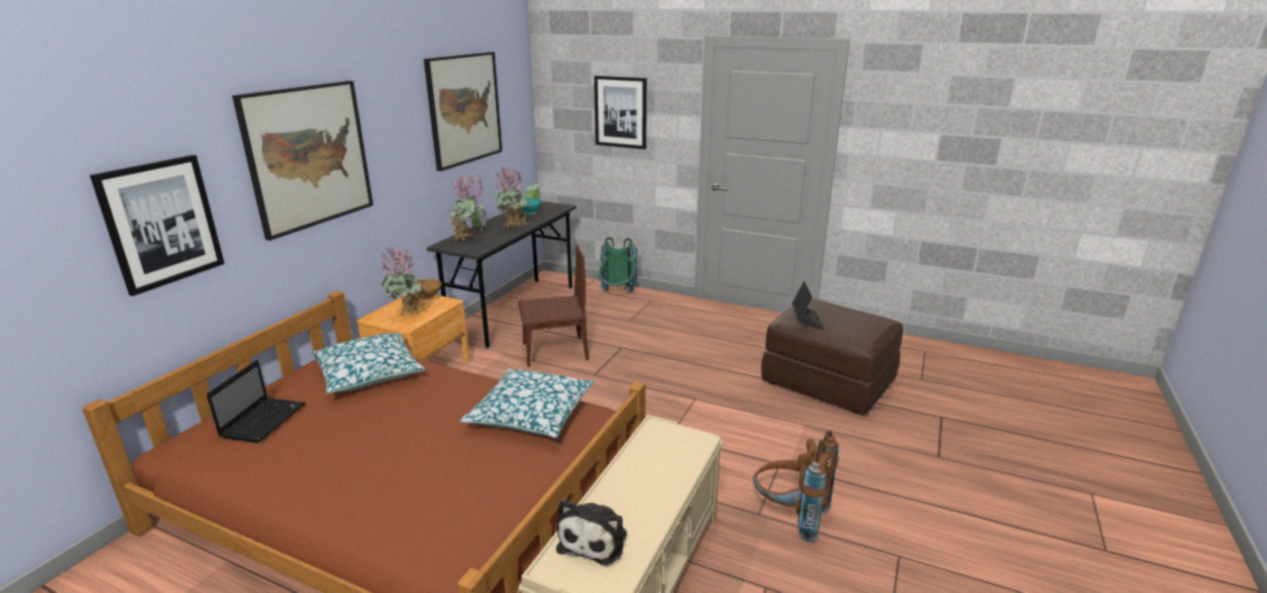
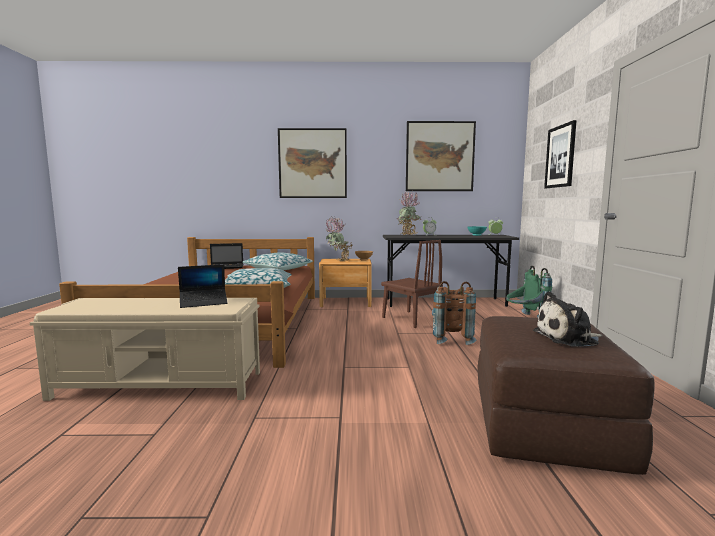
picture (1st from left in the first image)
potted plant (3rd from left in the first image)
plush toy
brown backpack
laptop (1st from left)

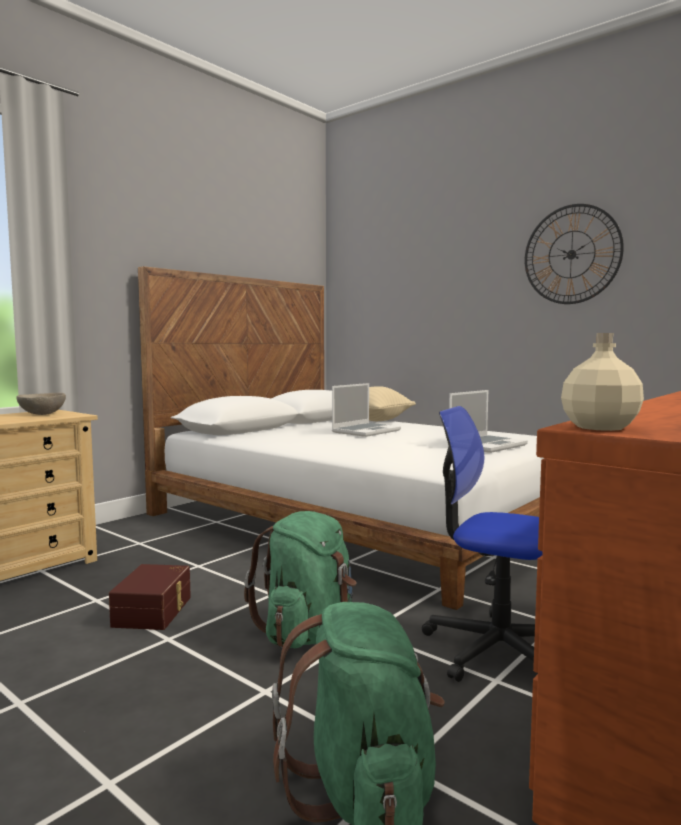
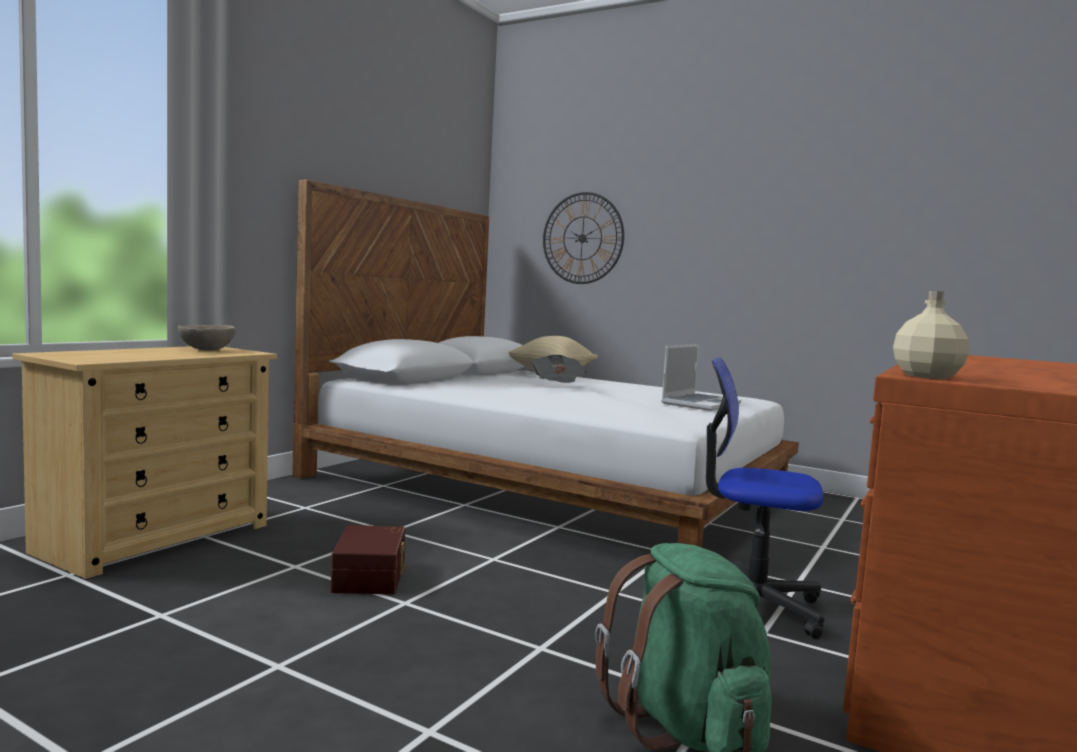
green backpack (1st from left in the first image)
wall clock
newspaper

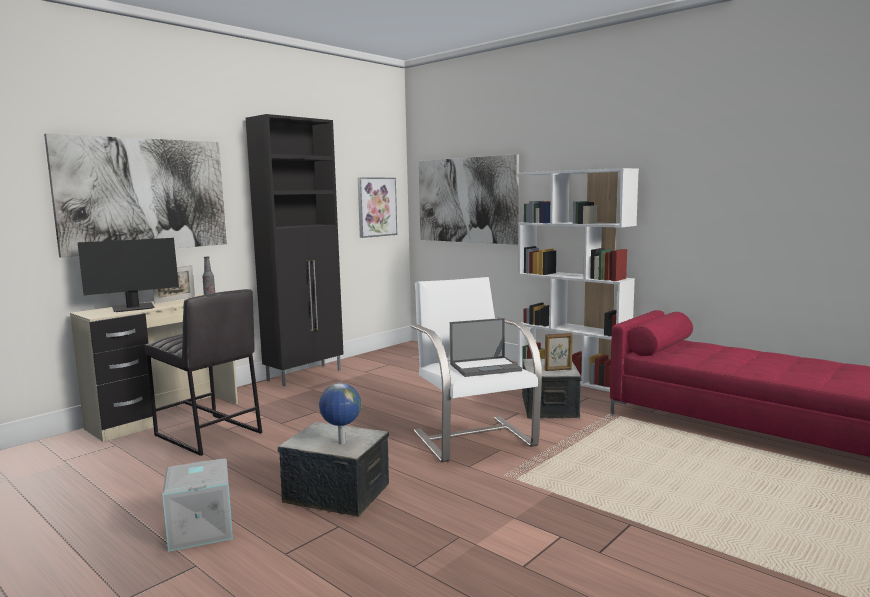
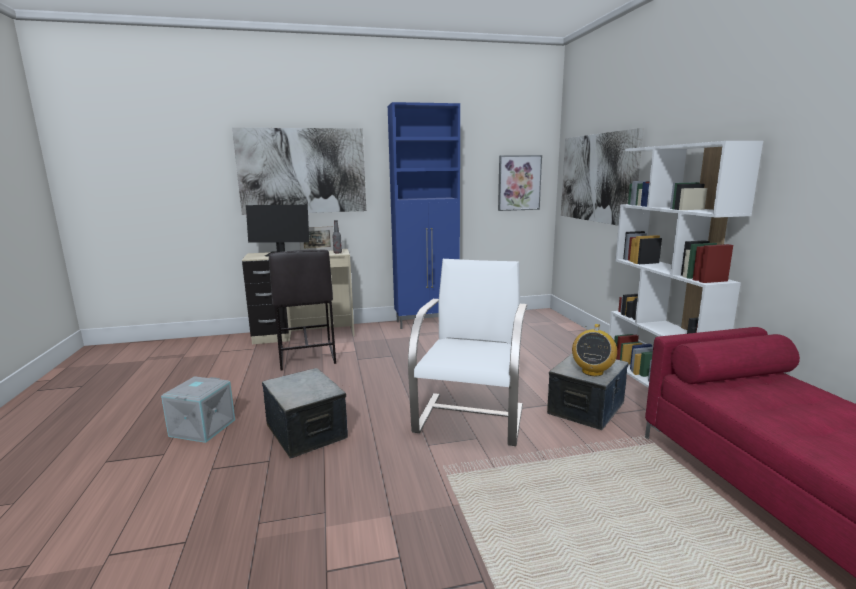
globe
laptop
radio
blue cabinet

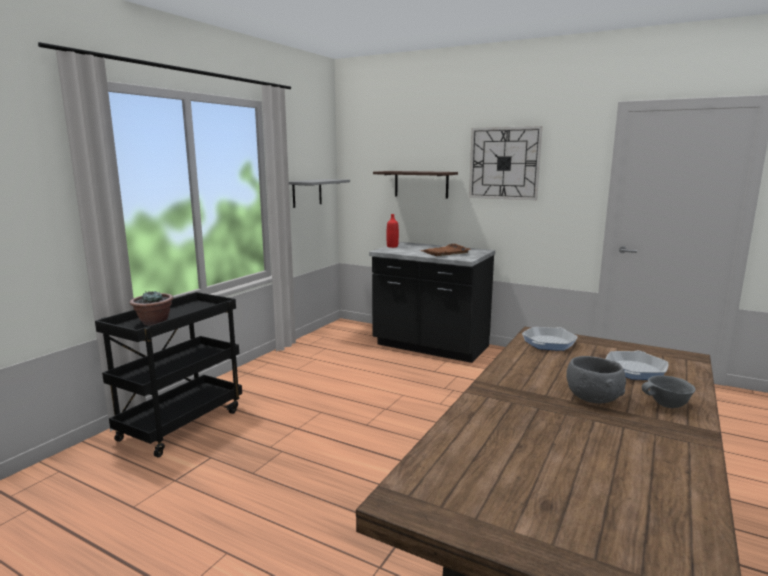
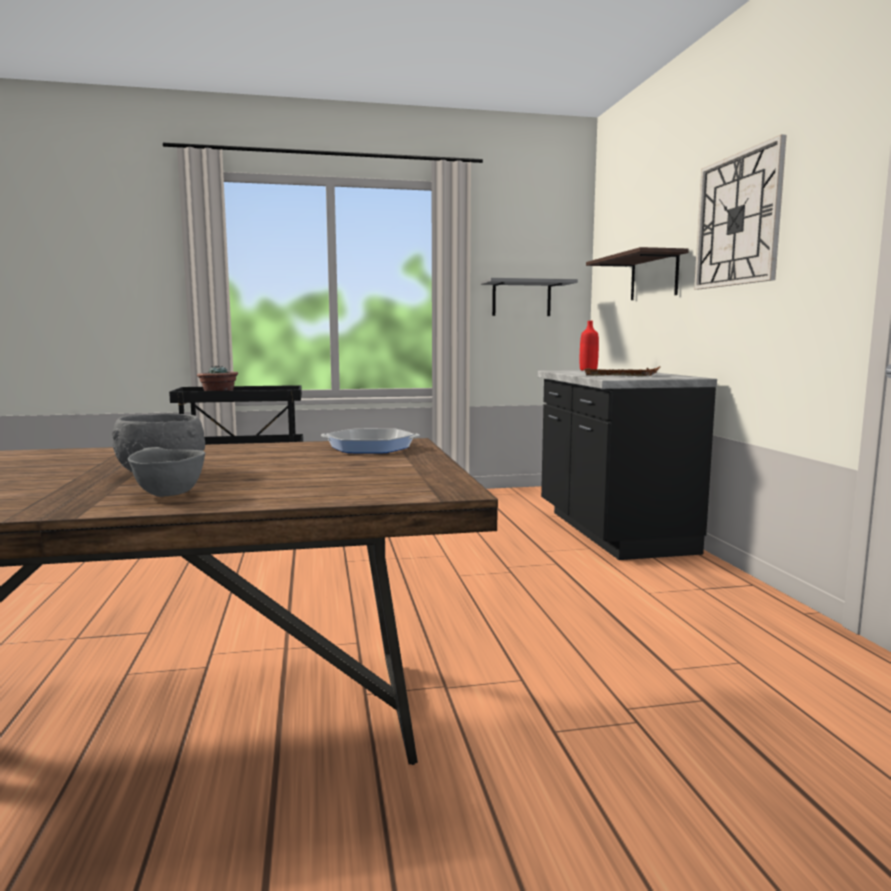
frying pan (2nd from left in the first image)

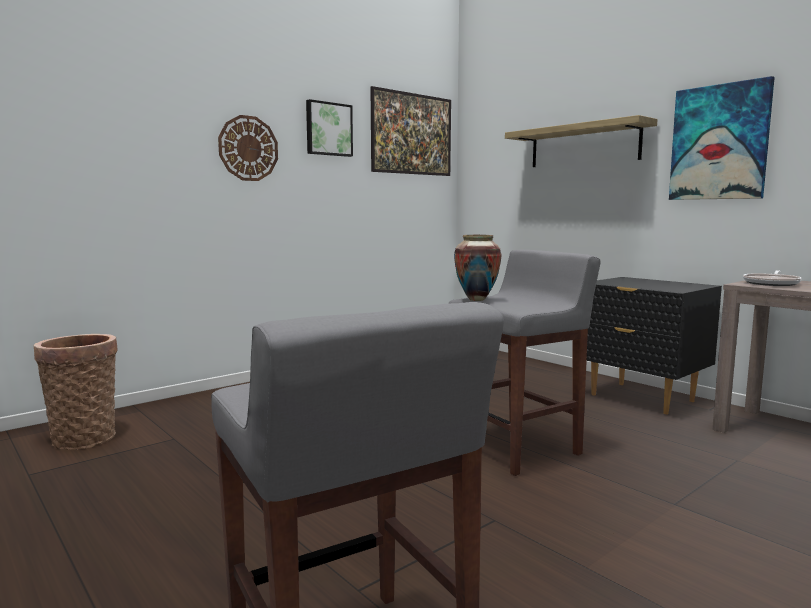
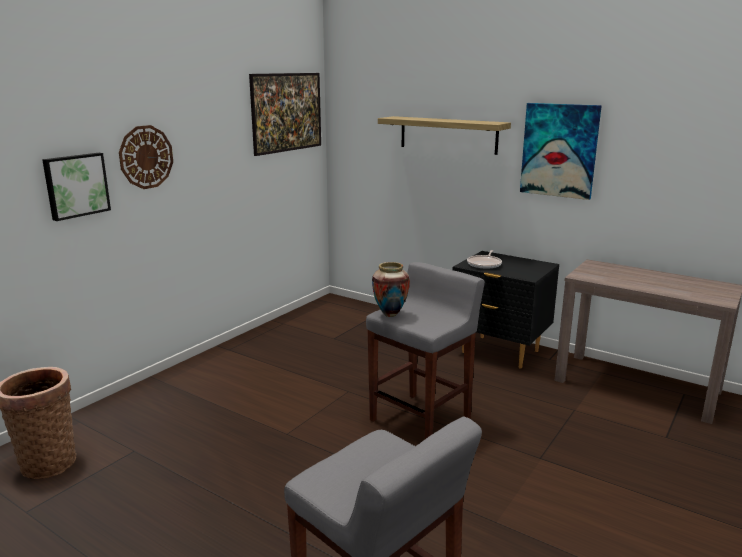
picture (1st from left)
frying pan

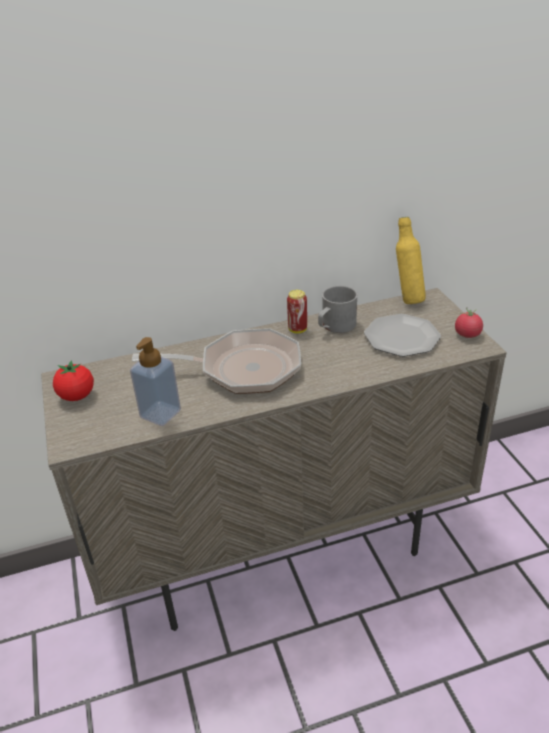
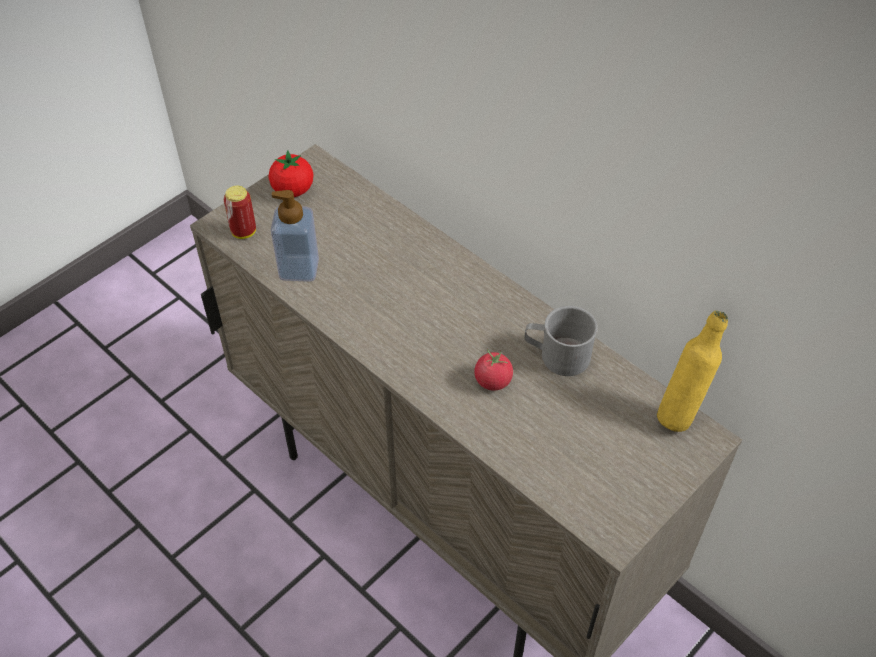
frying pan
plate
can
tomato (2nd from left)

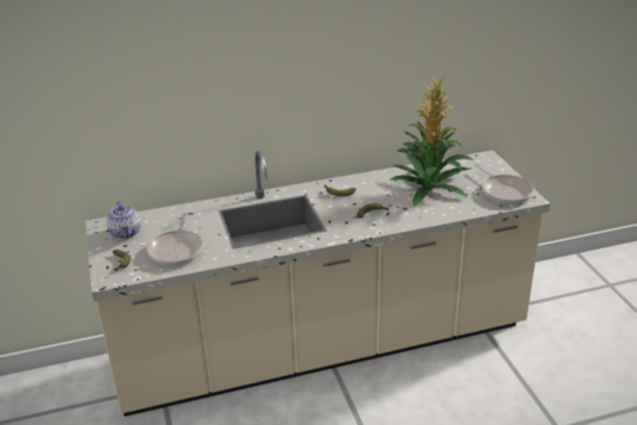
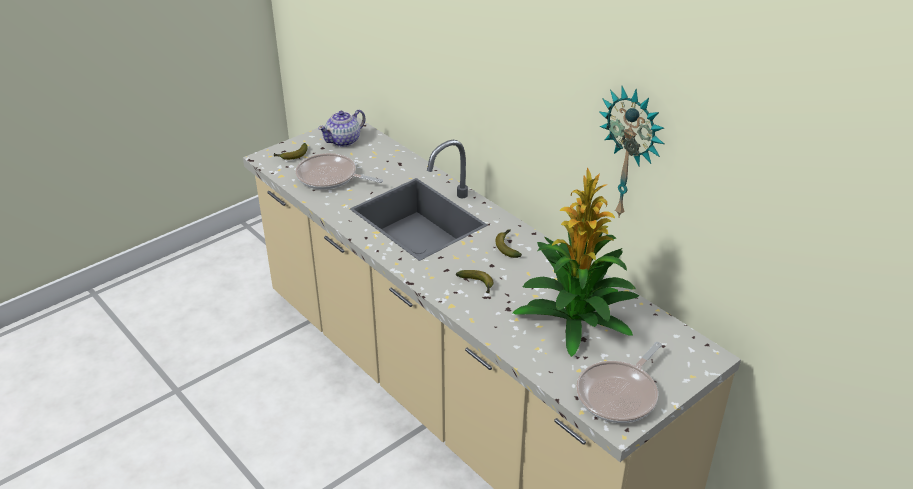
wall clock
frying pan (1st from left)

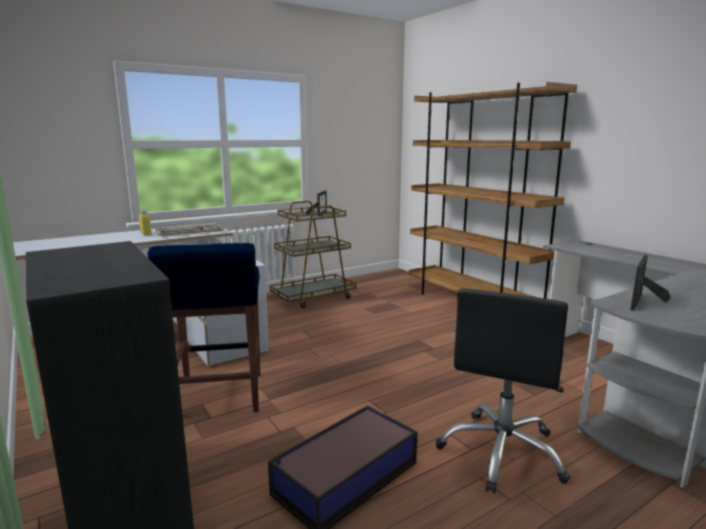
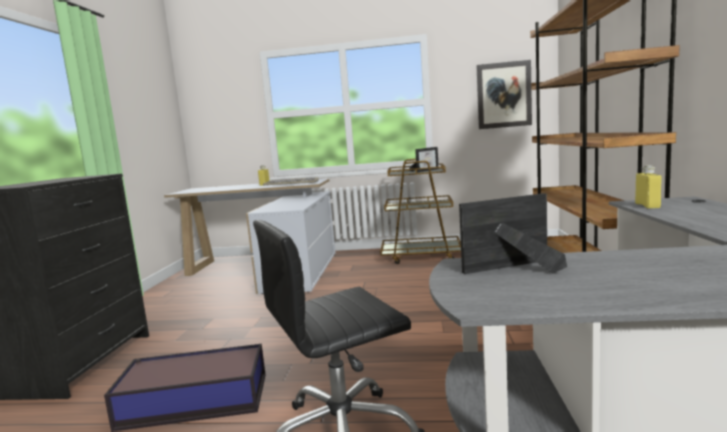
blue stool
picture
yellow bottle (2nd from left)

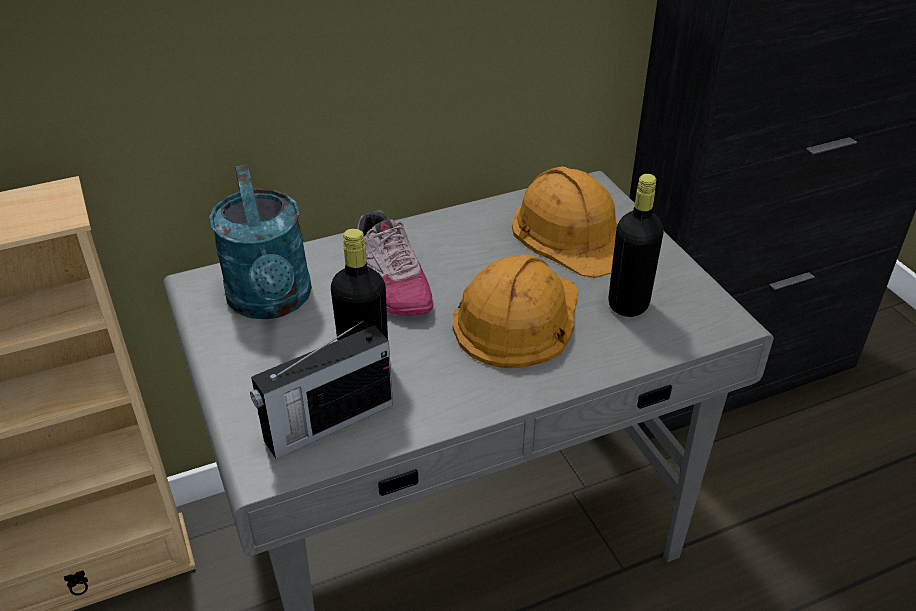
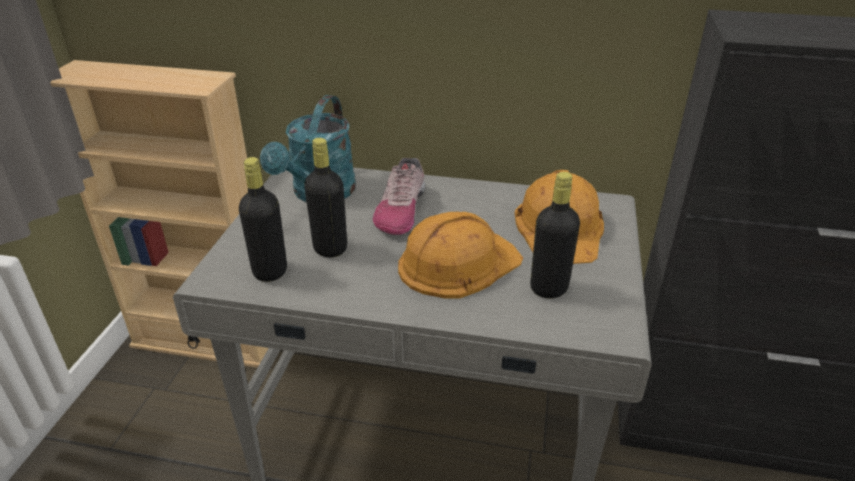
black bottle (1st from left)

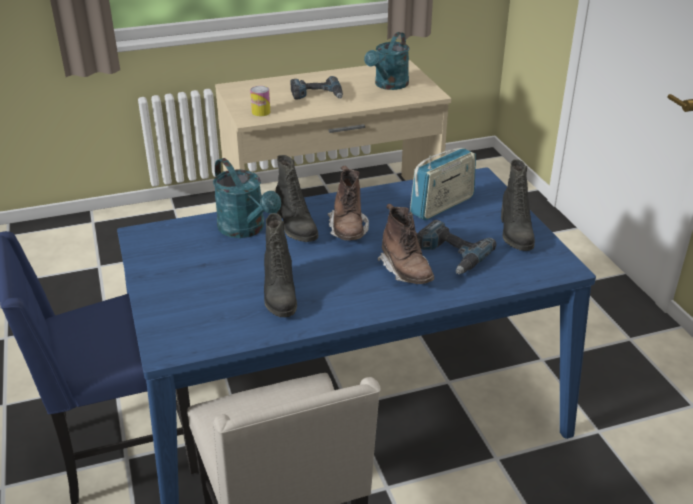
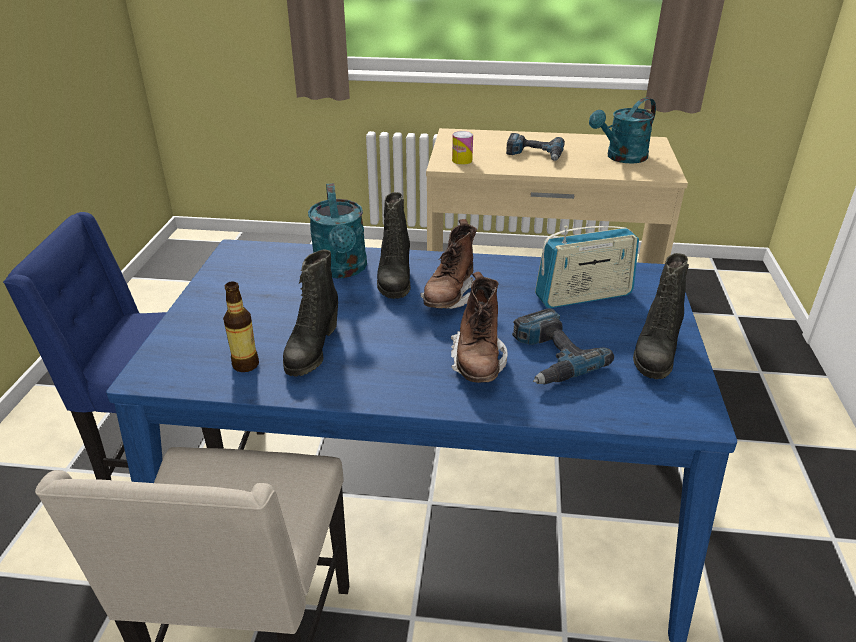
bottle

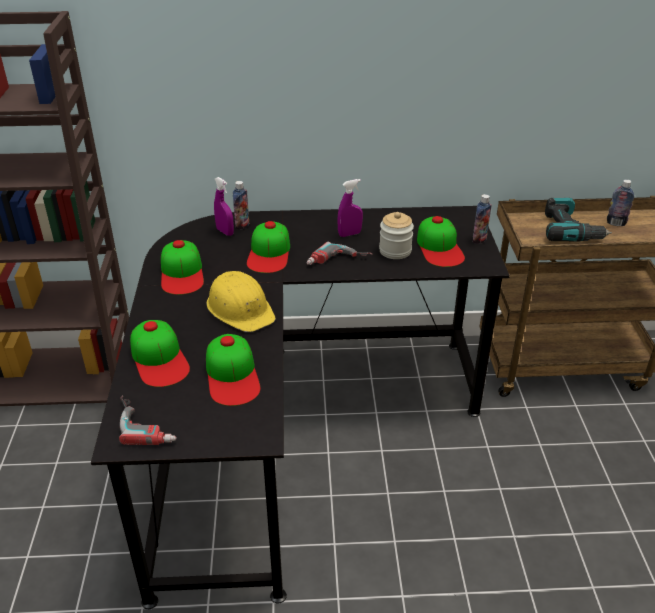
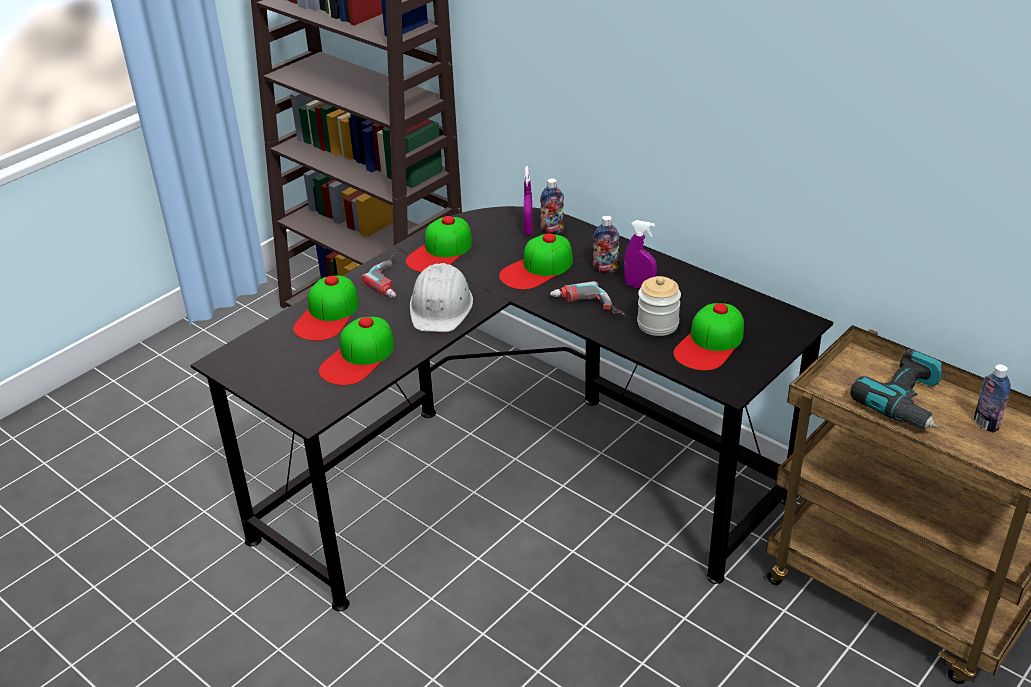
power drill (1st from left)
bottle (2nd from left)
white hard hat

